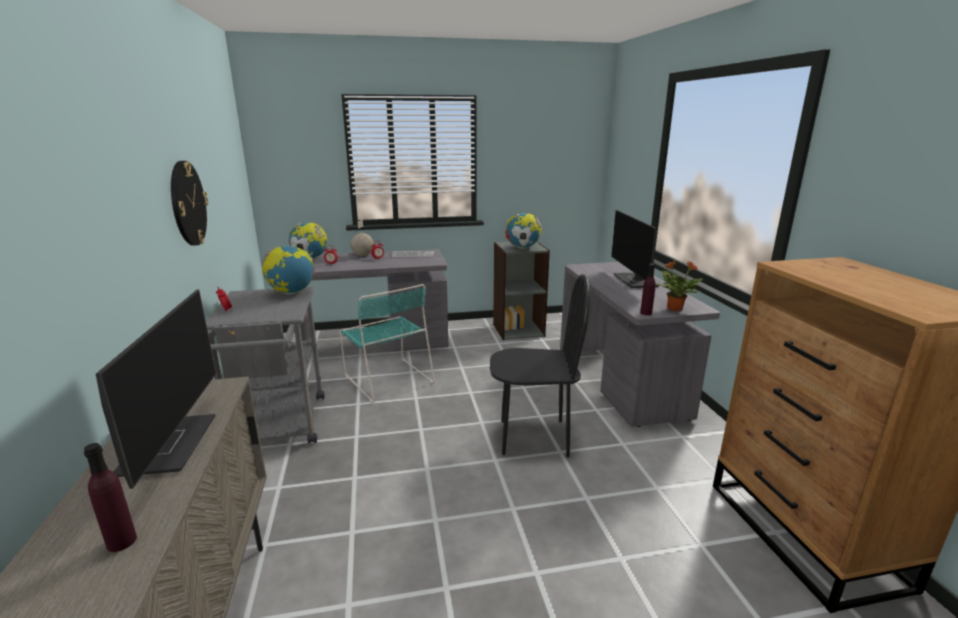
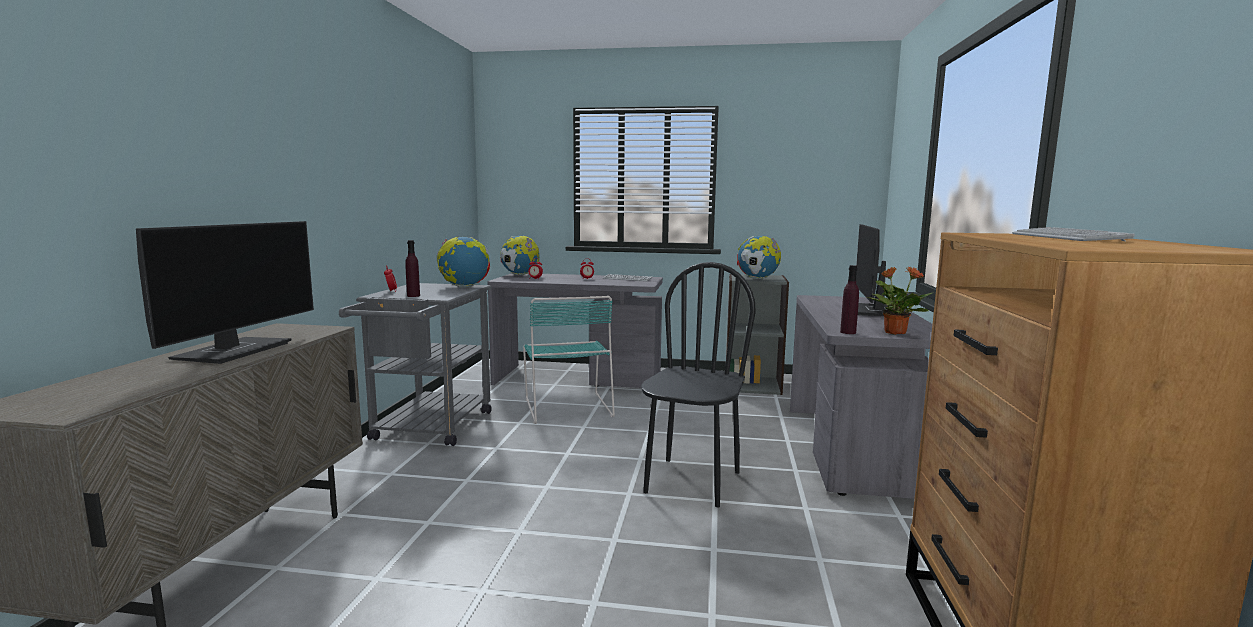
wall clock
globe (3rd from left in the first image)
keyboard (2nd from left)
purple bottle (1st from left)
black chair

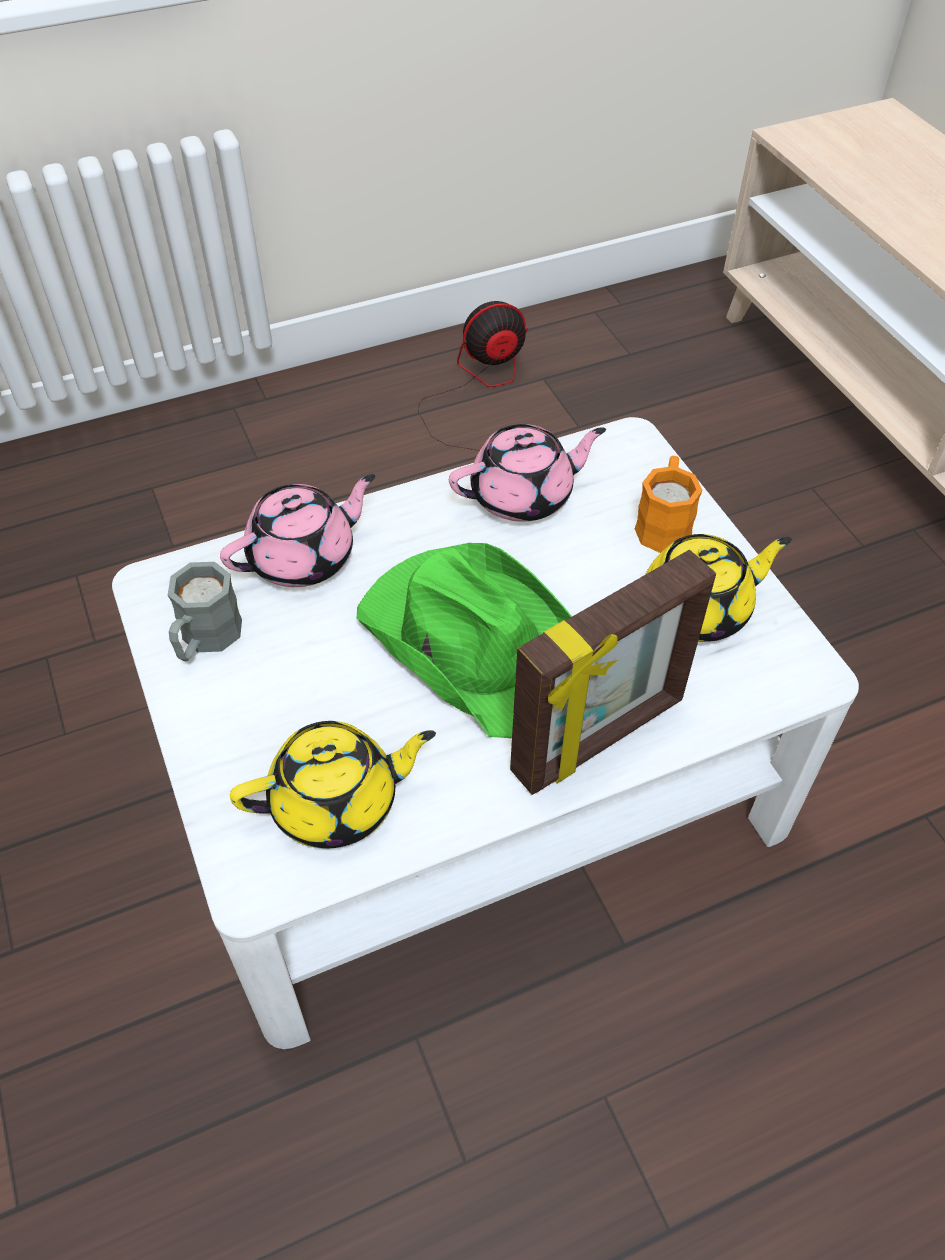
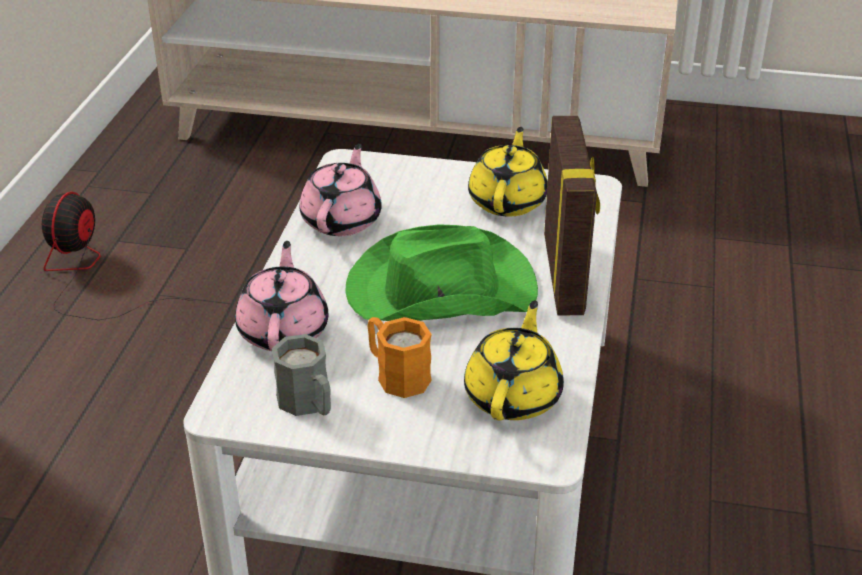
orange mug

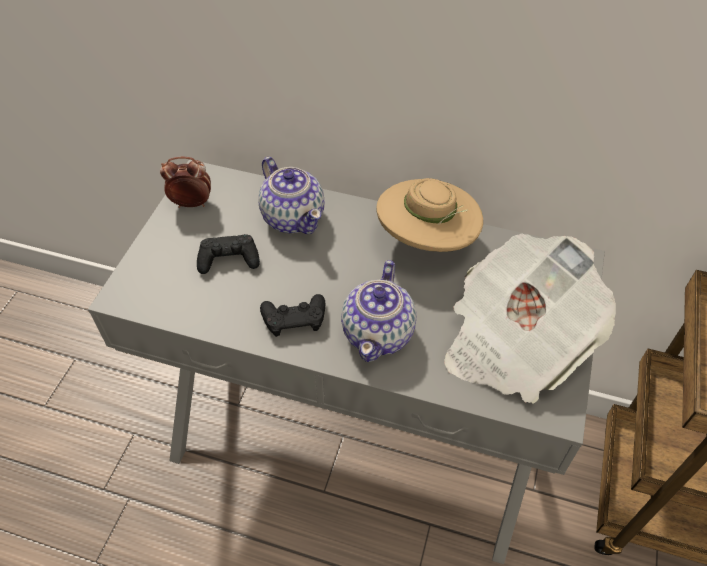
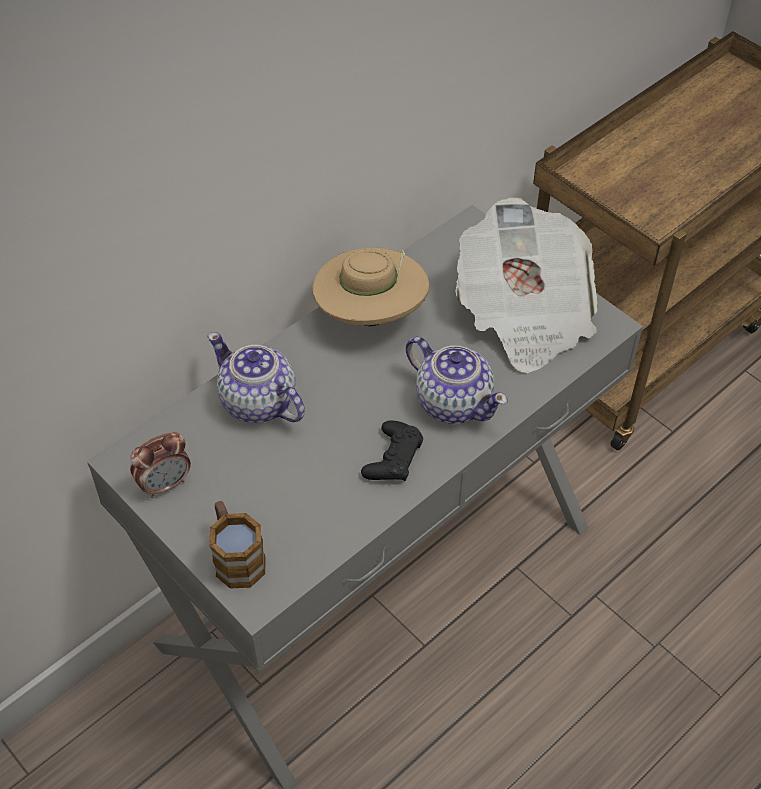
black game controller (1st from left in the first image)
mug
alarm clock
teapot (1st from left)

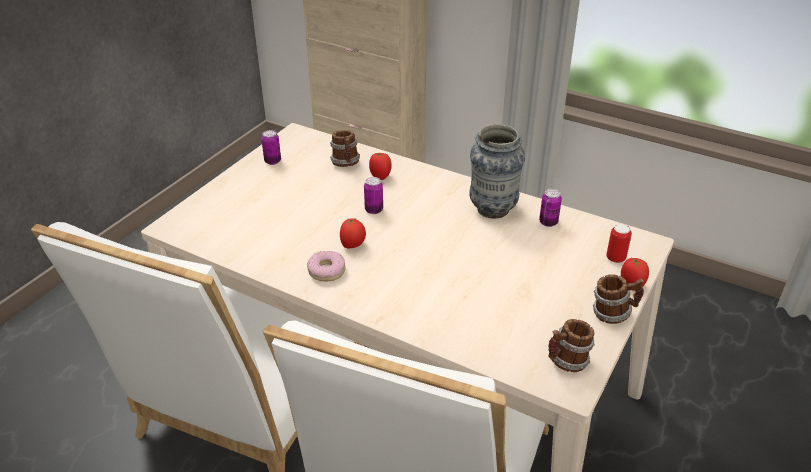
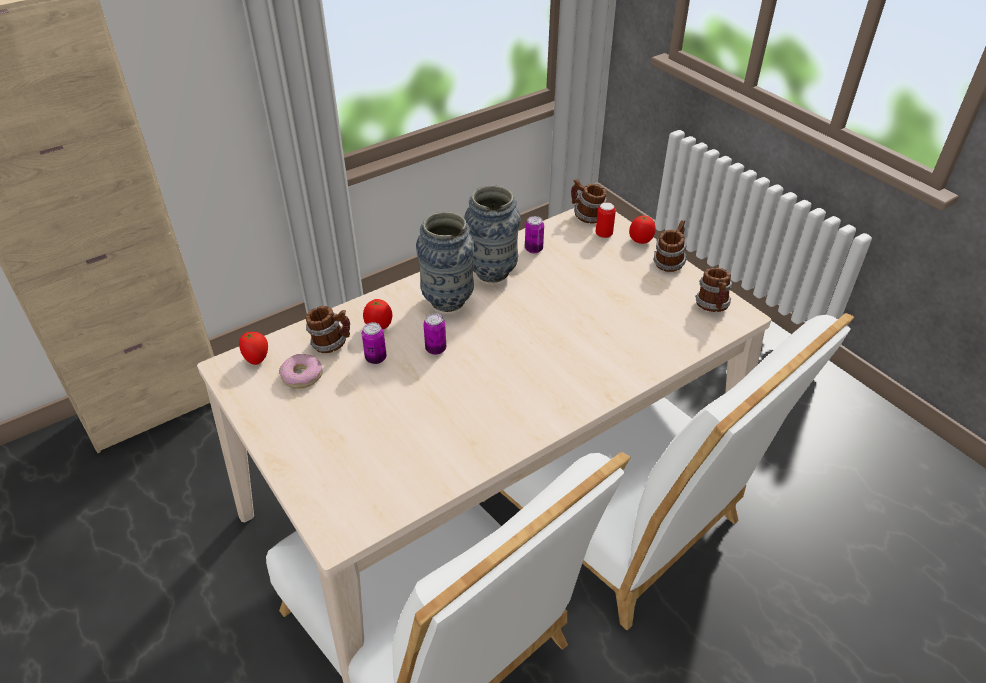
vase (1st from left)
mug (2nd from left)
can (1st from left)
donut
tomato (1st from left)

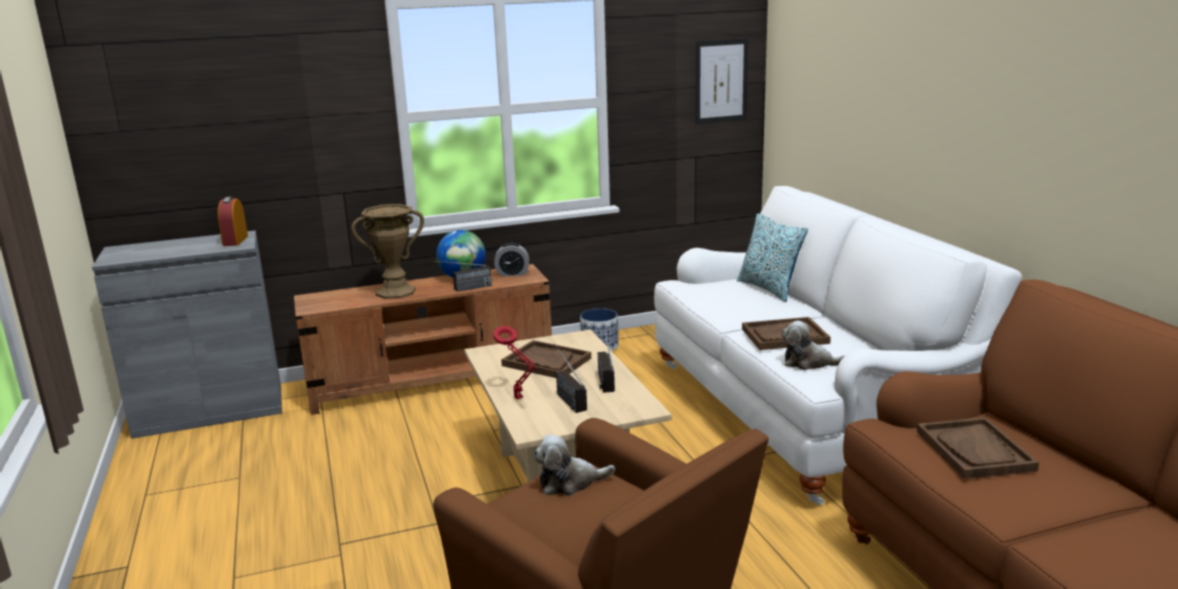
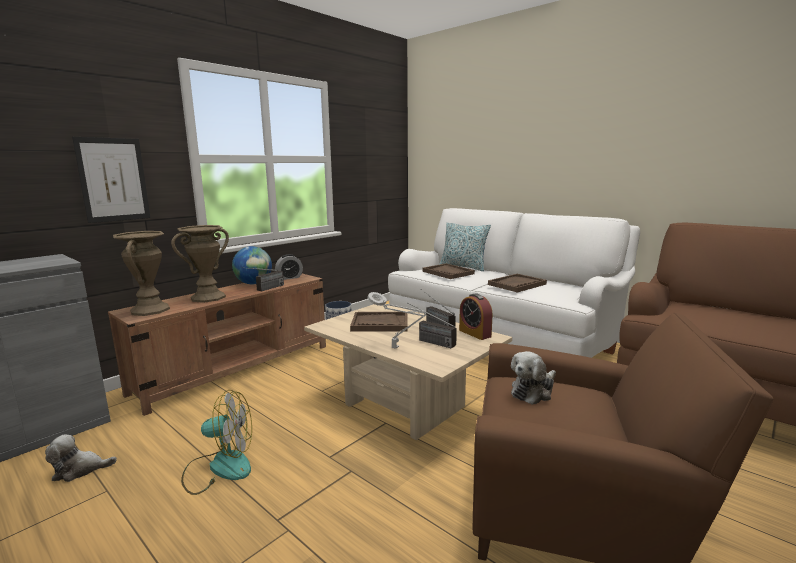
brown vase (1st from left)
fan
alarm clock (2nd from left)
picture
plush toy (1st from left)
brown tray (2nd from left)
grey table lamp

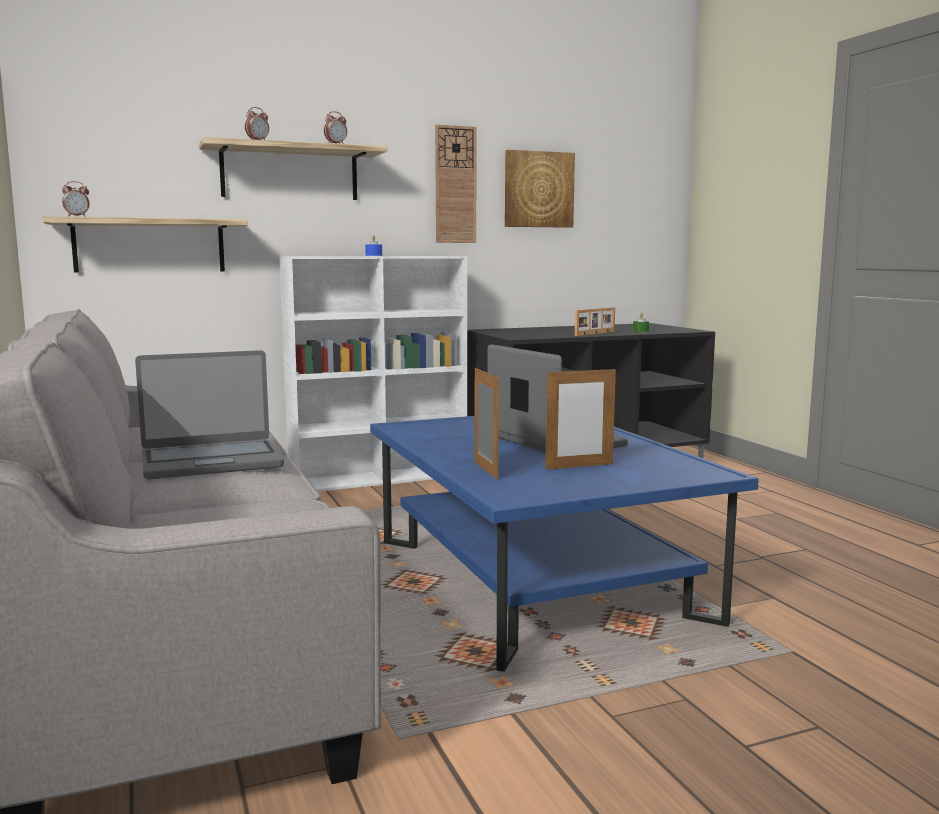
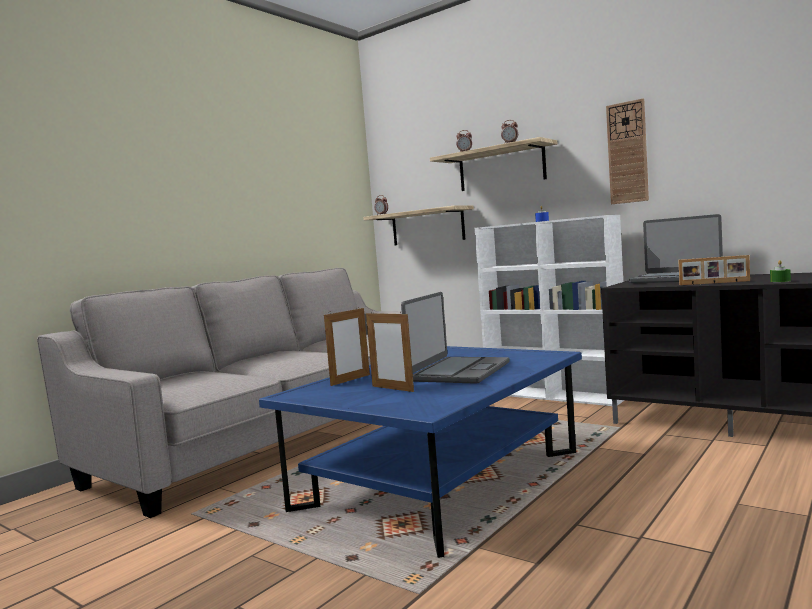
picture
laptop (2nd from left)

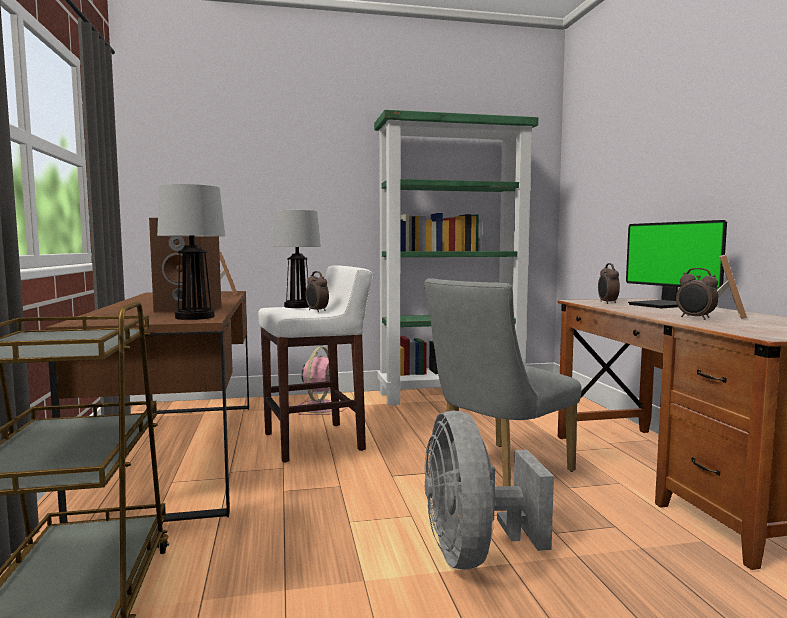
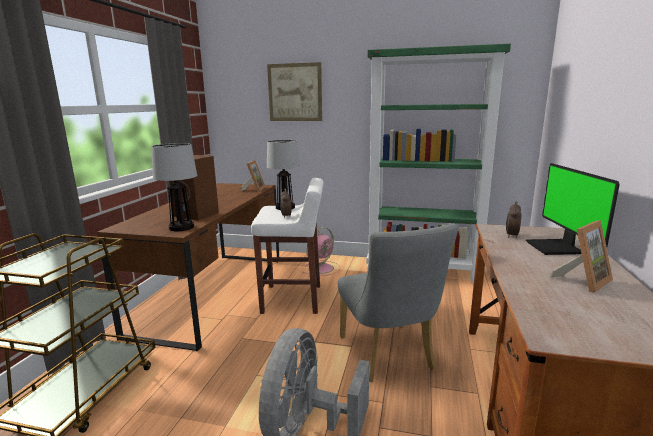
alarm clock (3rd from left in the first image)
picture
grey chair

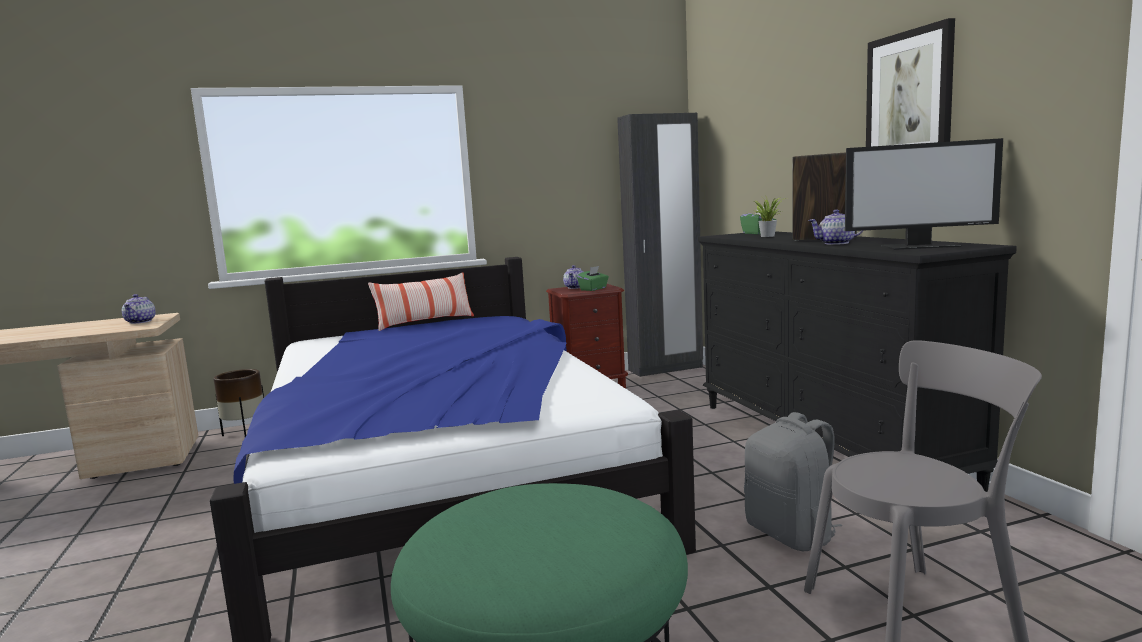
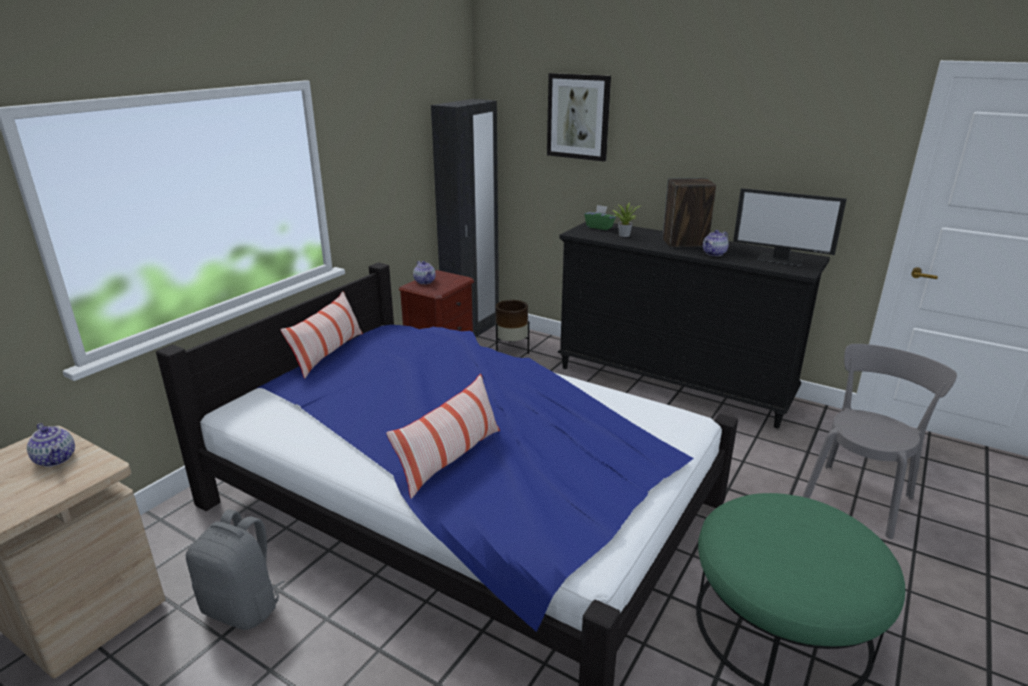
green tissue box (1st from left in the first image)
pillow (2nd from left)
brown planter
grey backpack
picture
monitor

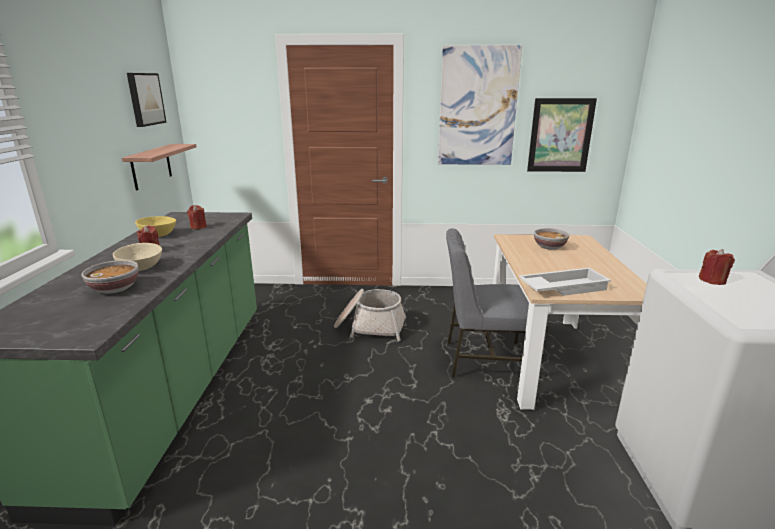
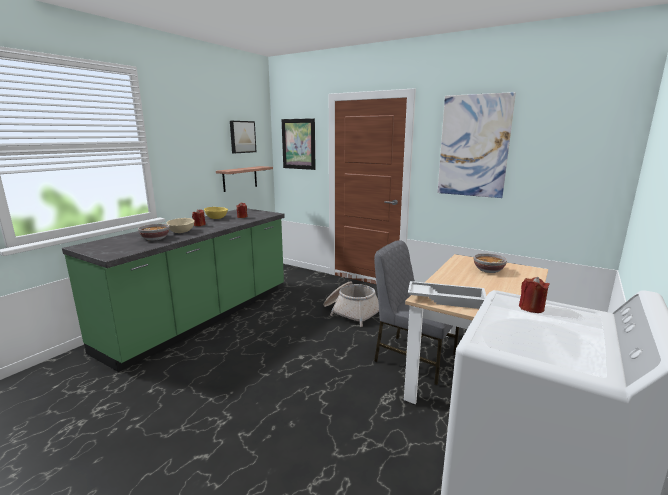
picture (2nd from left)

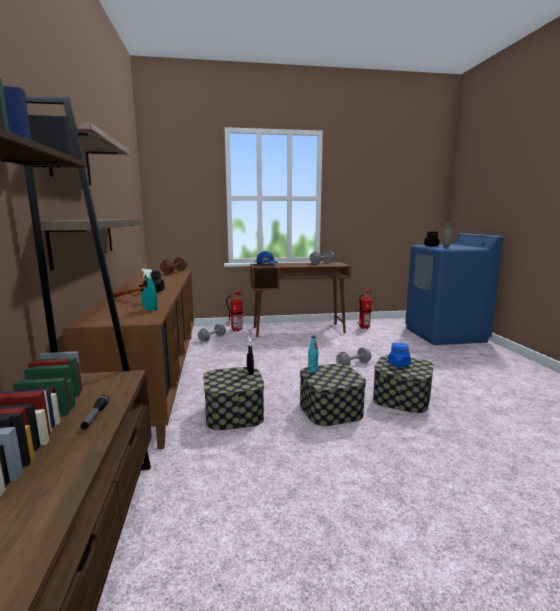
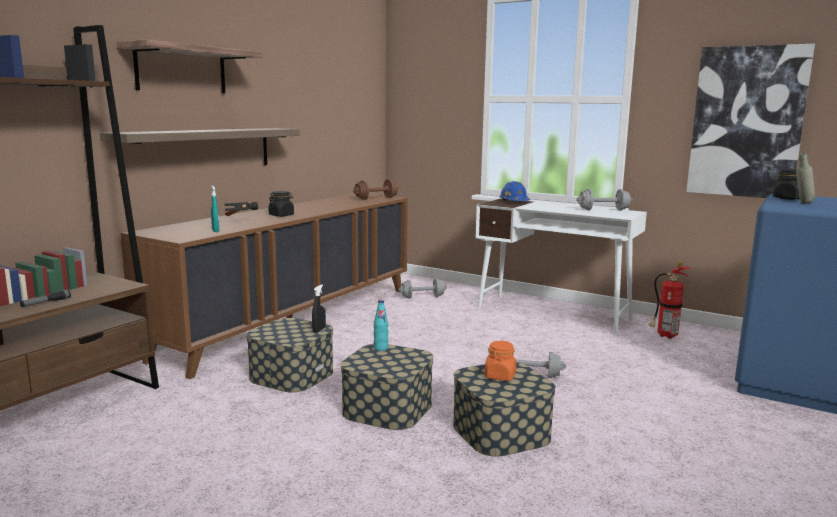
fire extinguisher (1st from left in the first image)
picture
white desk
orange jar

